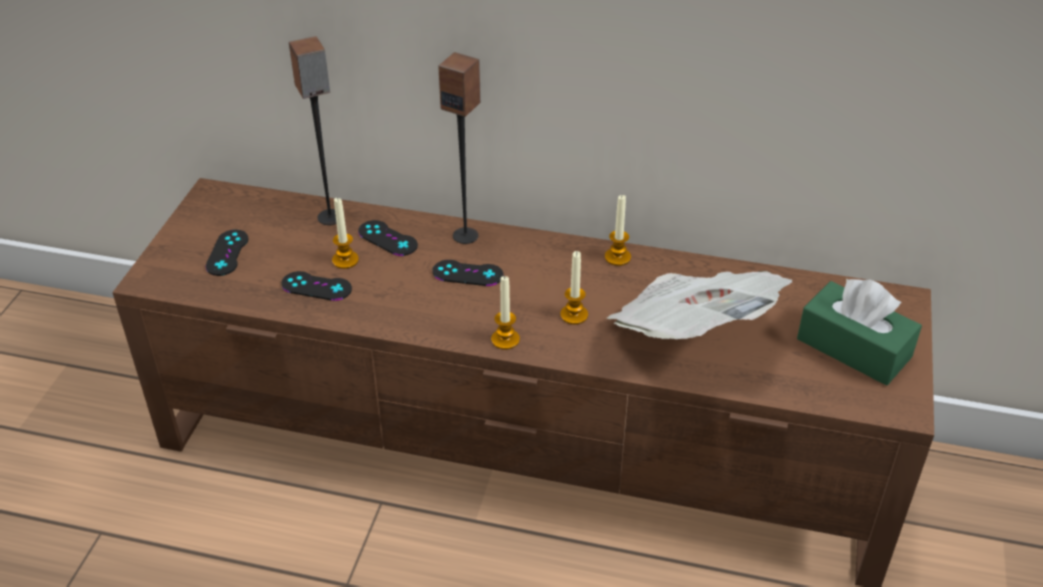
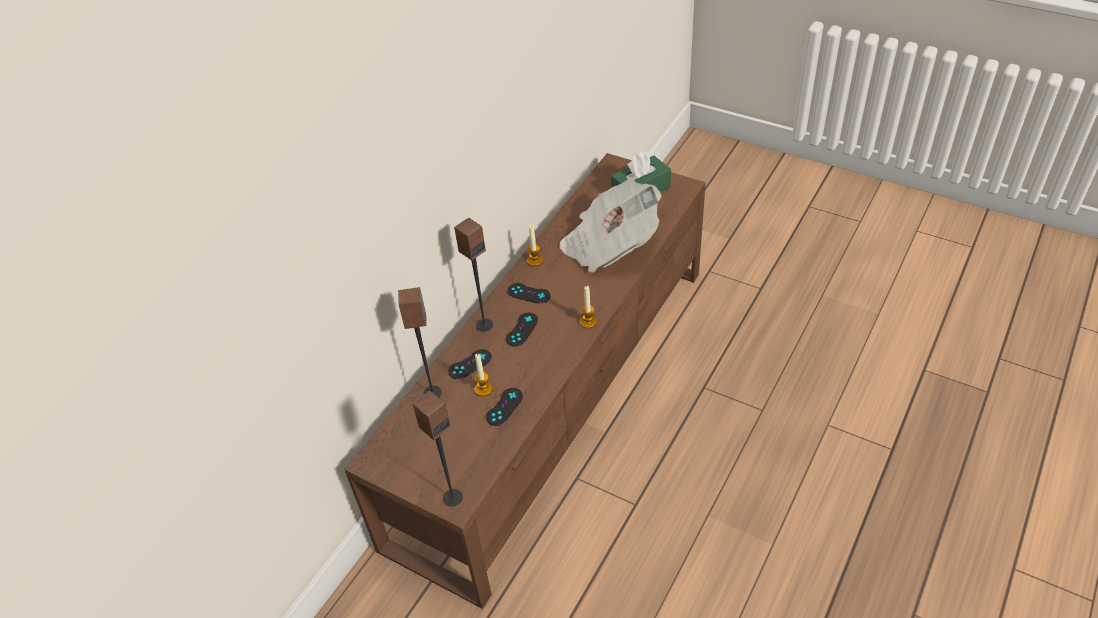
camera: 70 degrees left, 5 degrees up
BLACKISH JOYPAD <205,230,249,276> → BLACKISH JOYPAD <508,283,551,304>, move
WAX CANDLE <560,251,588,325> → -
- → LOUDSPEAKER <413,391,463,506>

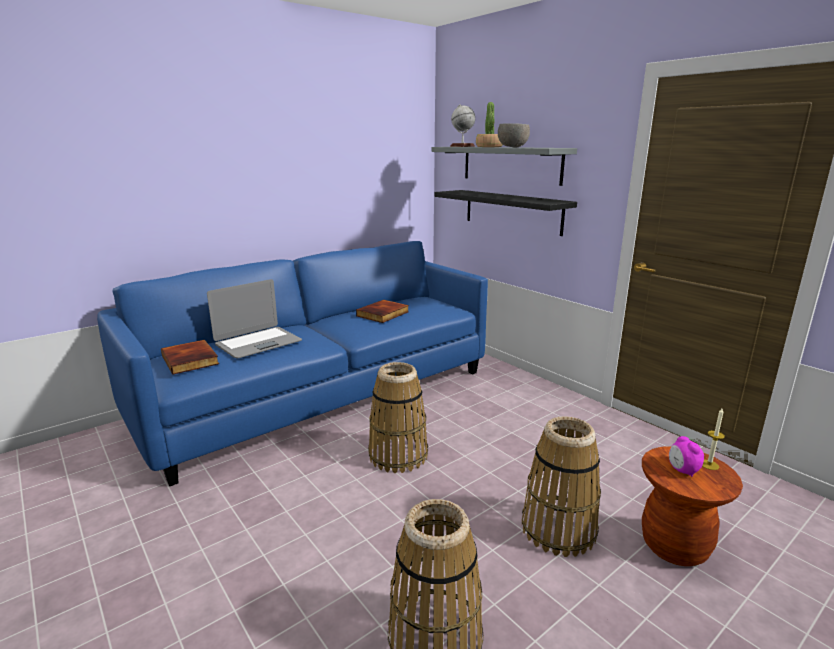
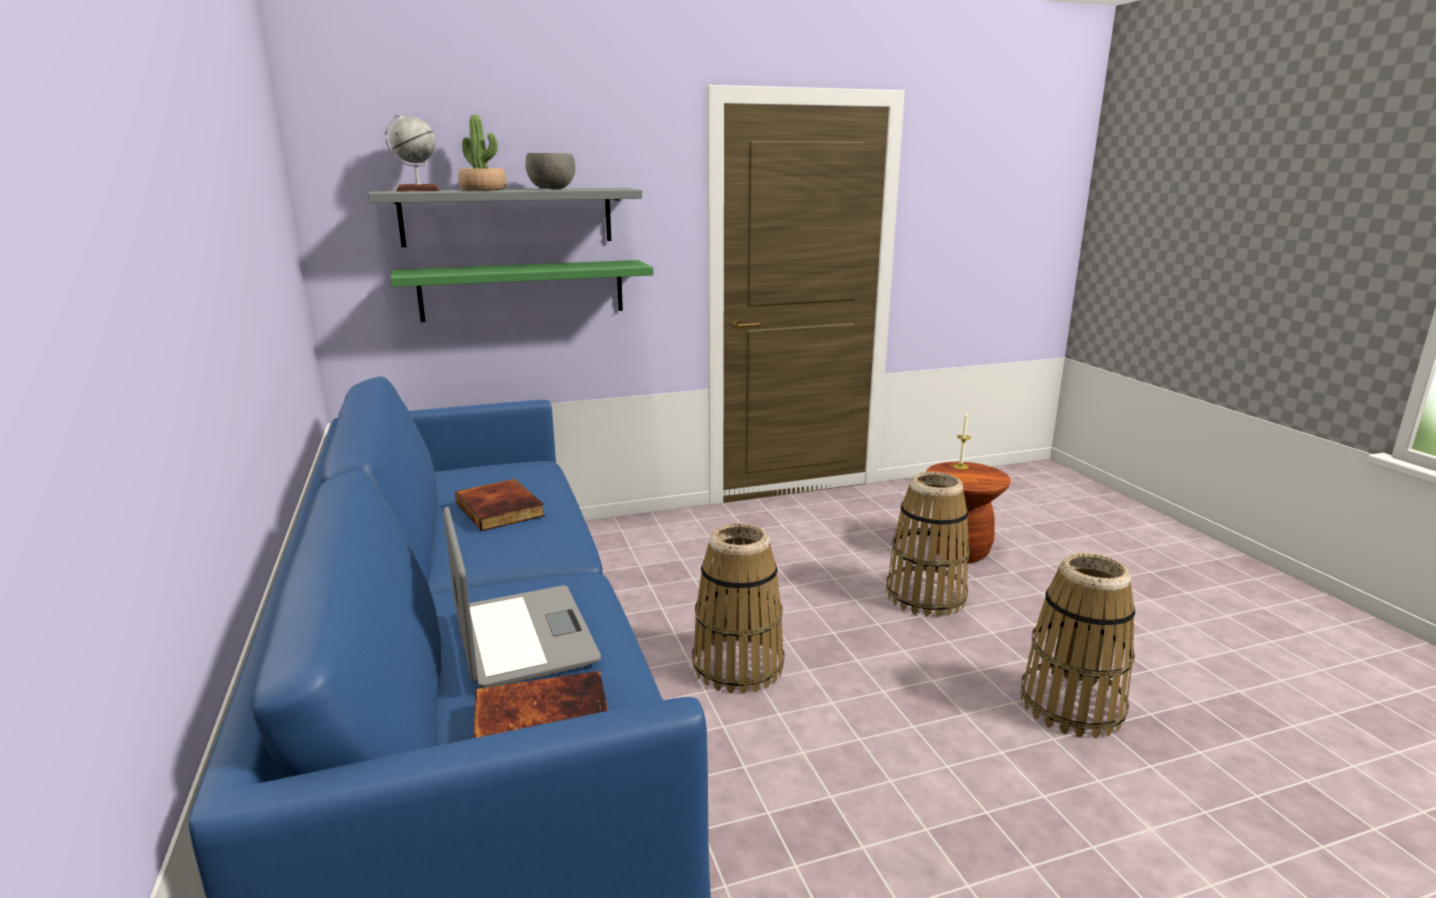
camera: 70 degrees left, 0 degrees up
BLACKISH SHELF <435,190,577,236> → GREENISH SHELF <390,260,653,322>
TABLE CLOCK <669,436,704,477> → -

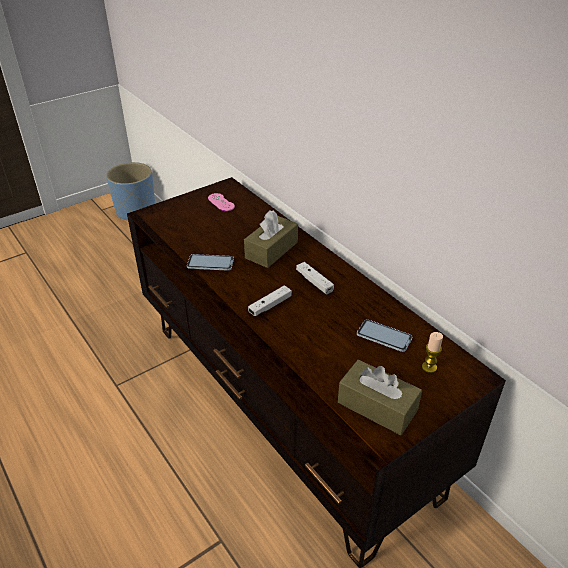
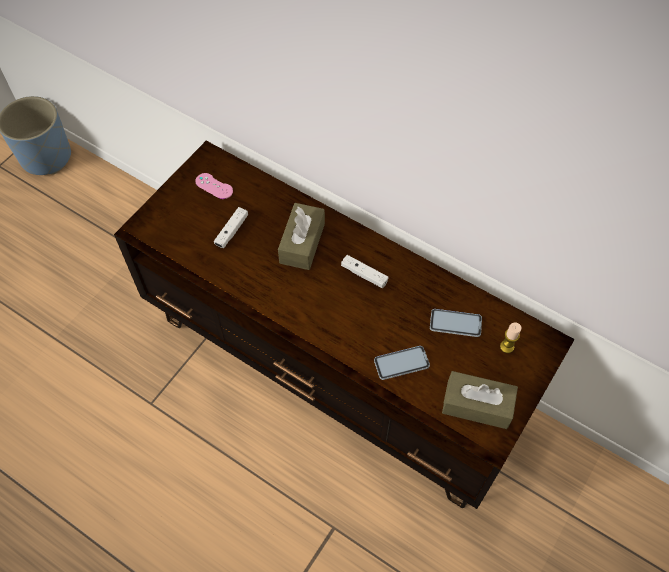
camera: 20 degrees left, 20 degrees up
TELEPHONE <187,254,234,271> → TELEPHONE <374,346,430,380>, move
WHITISH JOYPAD <248,285,292,316> → WHITISH JOYPAD <214,207,248,248>, move

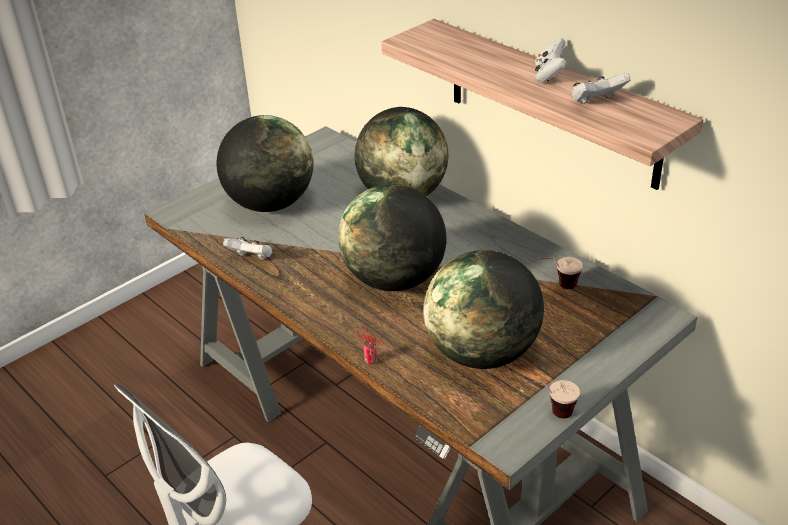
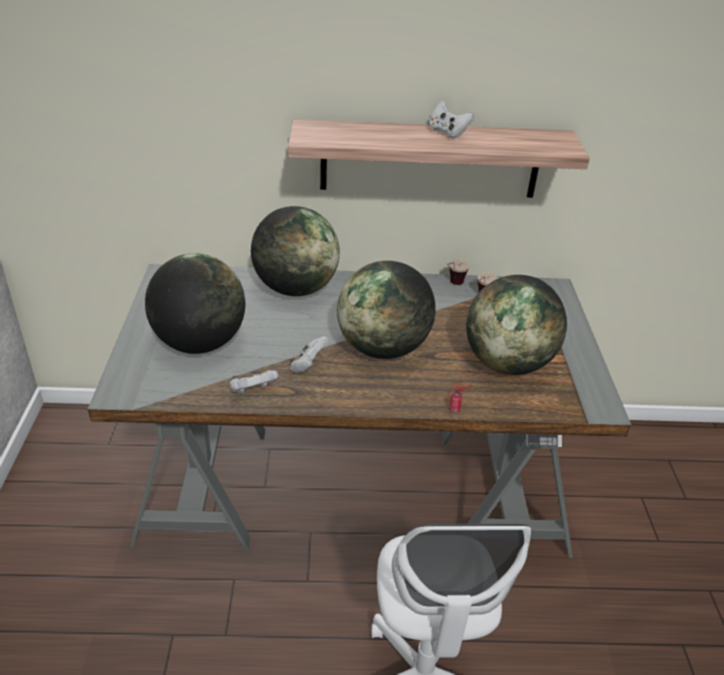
camera: 50 degrees left, 0 degrees up
SMALL CUP <526,380,580,419> → SMALL CUP <447,260,469,285>, move
WHITISH JOYPAD <572,72,630,104> → WHITISH JOYPAD <290,336,328,373>, move

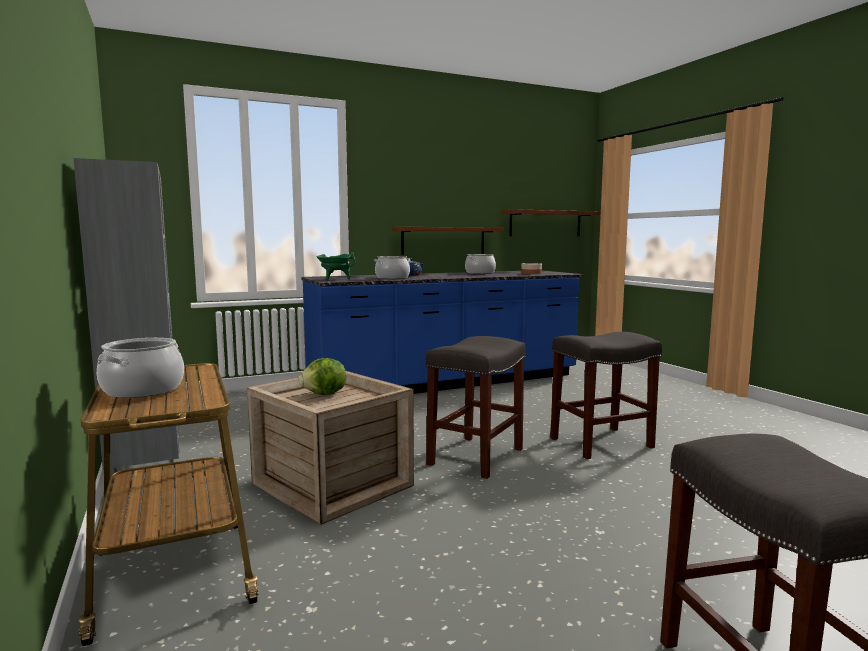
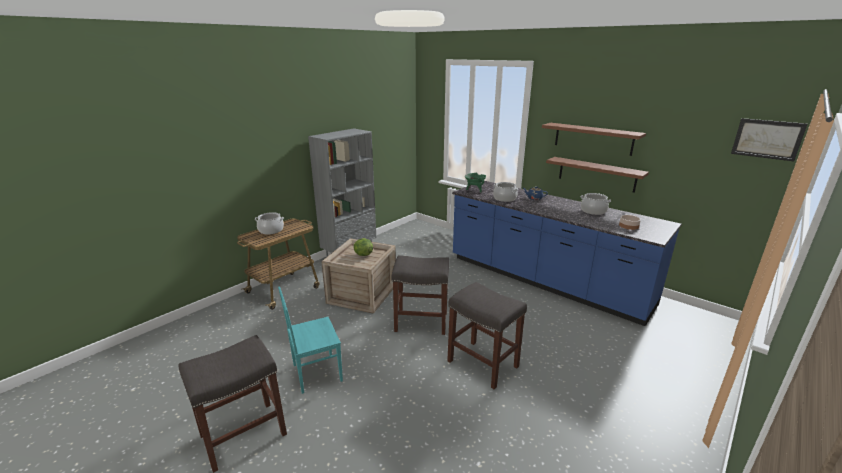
camera: 65 degrees right, 15 degrees up
BROWNISH SHELF <502,209,601,236> → BROWNISH SHELF <542,123,646,156>, move
- → TURQUOISE-COLOURED UPRIGHT CHAIR <278,286,343,394>
- → PICTURE <731,118,807,161>

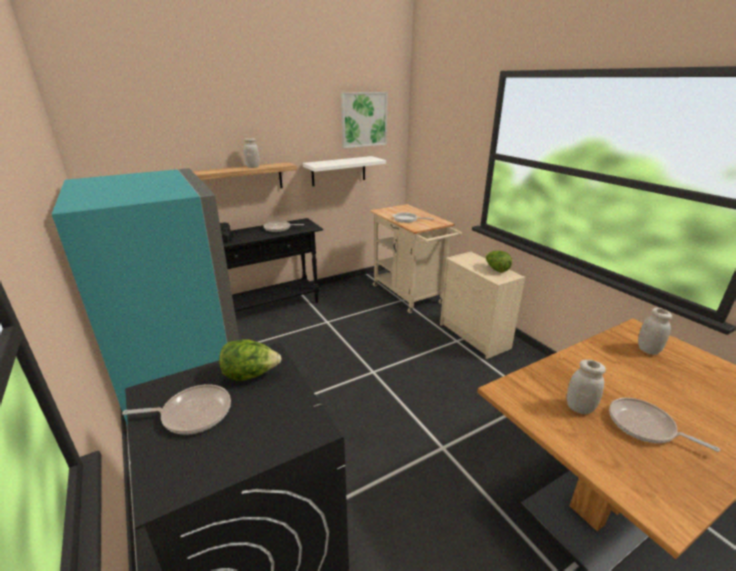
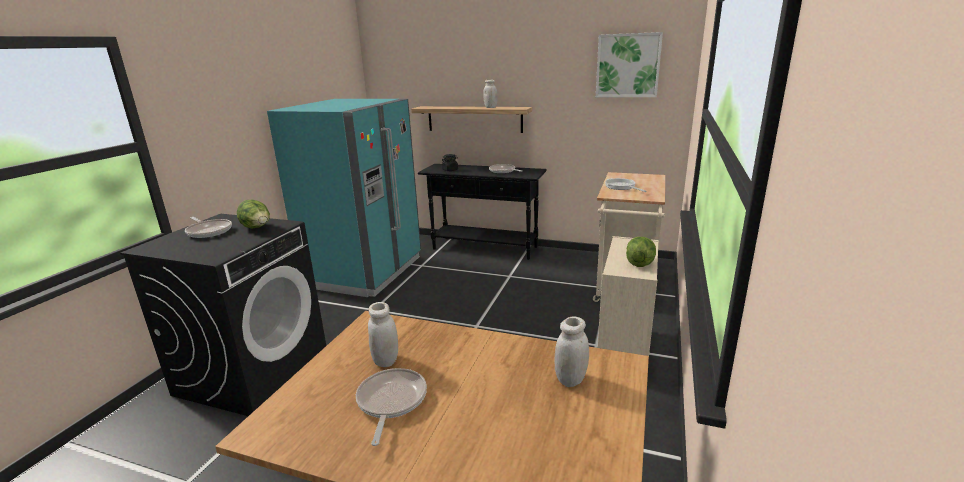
camera: 50 degrees right, 5 degrees down
WHITISH SHELF <303,156,386,186> → -

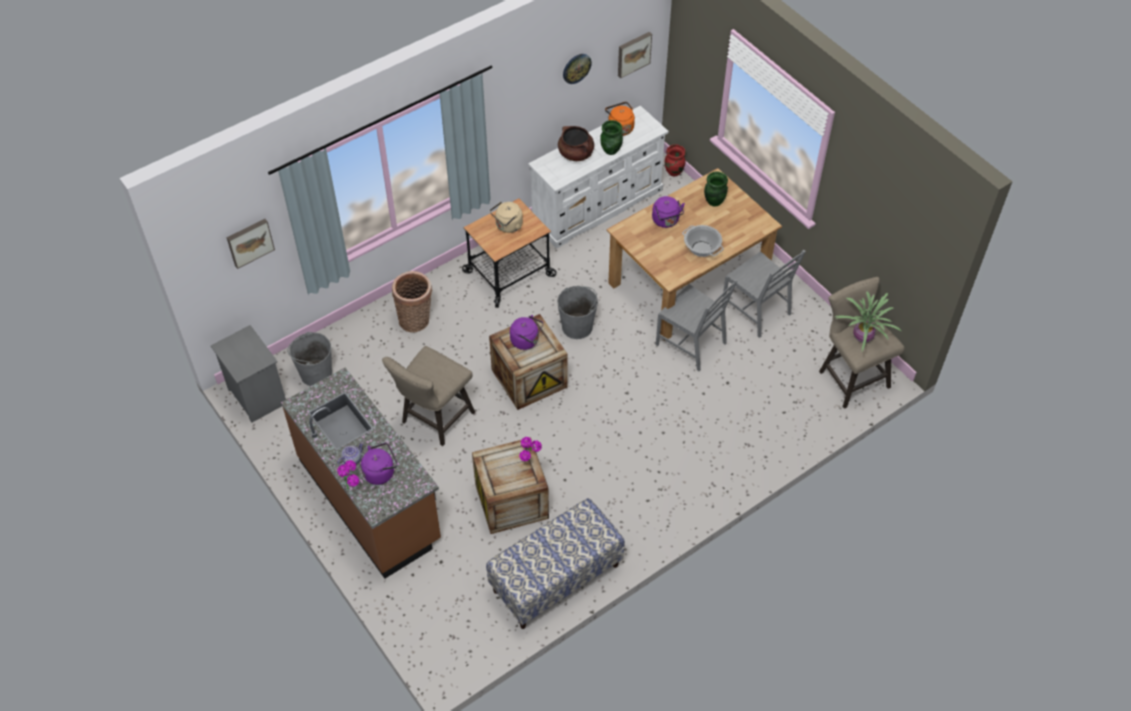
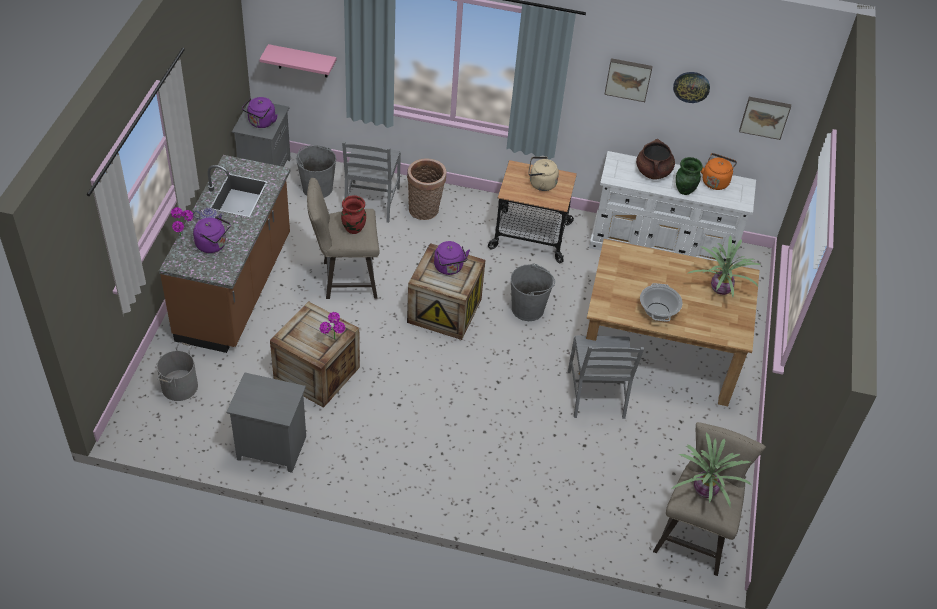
camera: 45 degrees right, 5 degrees down
PICTURE <226,219,275,269> → PICTURE <604,58,653,102>, move
LONG SEAT <486,498,625,629> → GREYISH NIGHTSTAND <226,372,306,473>
PURPLISH WATER KETTLE <652,196,685,228> → PURPLISH WATER KETTLE <242,97,277,128>, move
RED DECORATIVE VASE <665,144,686,176> → RED DECORATIVE VASE <341,196,366,234>, move
GREENISH DECORATIVE VASE <704,171,728,207> → HOUSEPLANT <687,236,761,297>
GREYISH UPRIGHT CHAIR <722,250,806,338> → GREYISH UPRIGHT CHAIR <342,141,401,223>, move
- → GREYISH WATER BUCKET <157,342,198,401>
- → PINK-COLOURED SHELF <259,44,336,77>

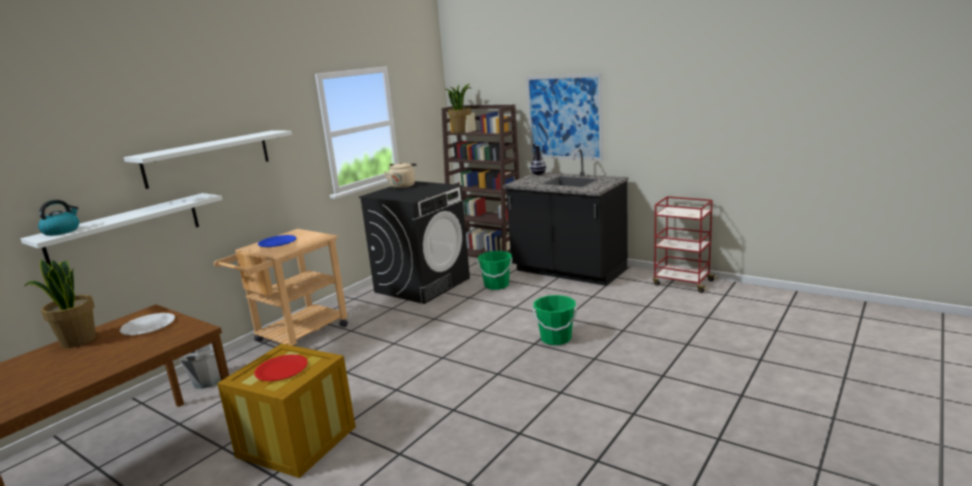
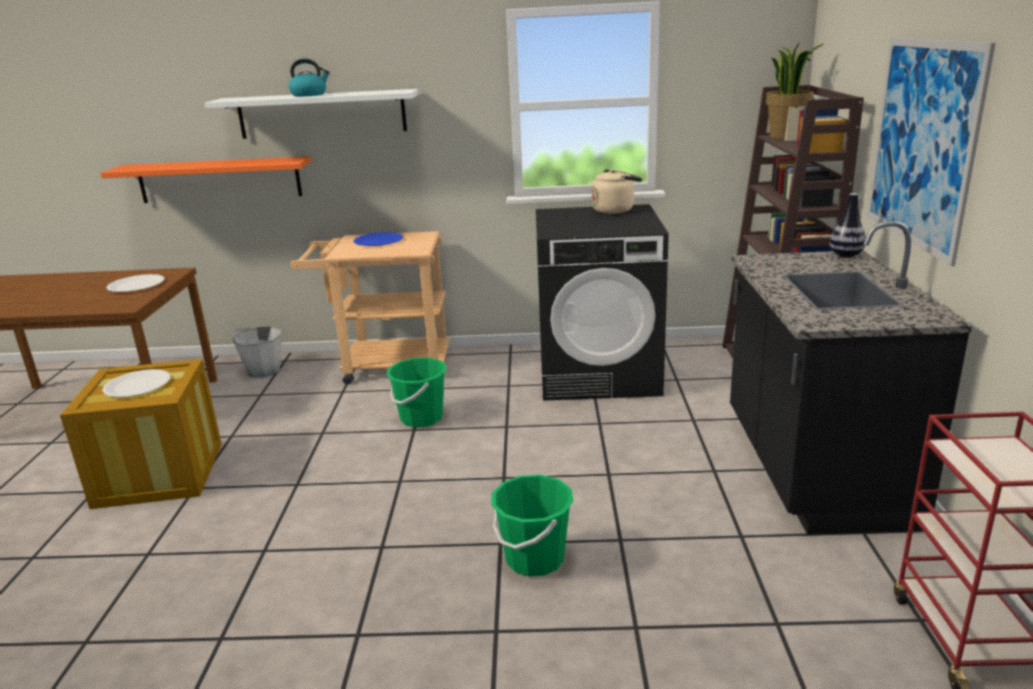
camera: 55 degrees right, 5 degrees up
WHITISH SHELF <21,193,223,267> → ORANGE-COLOURED SHELF <100,156,311,203>
HOUSEPLANT <24,259,96,348> → -
WATER KETTLE <38,200,79,236> → WATER KETTLE <289,59,330,97>, move
RED FLAT DISH <254,354,308,381> → WHITISH FLAT DISH <102,369,171,398>
GREENISH WATER BUCKET <477,251,512,290> → GREENISH WATER BUCKET <386,358,447,427>, move

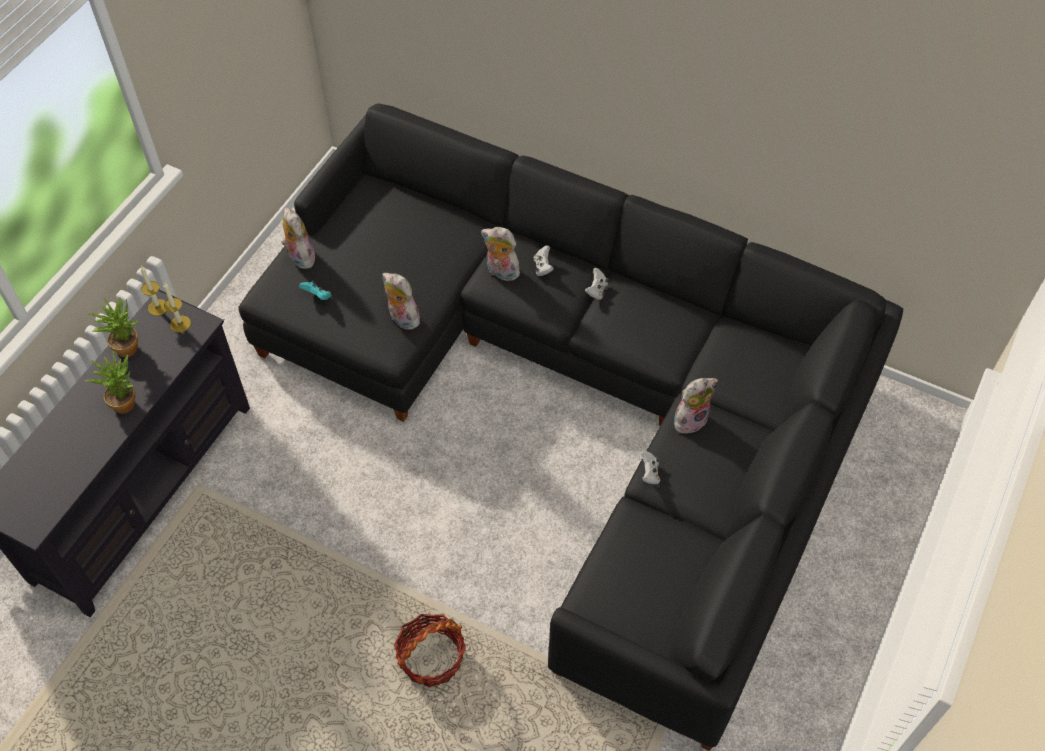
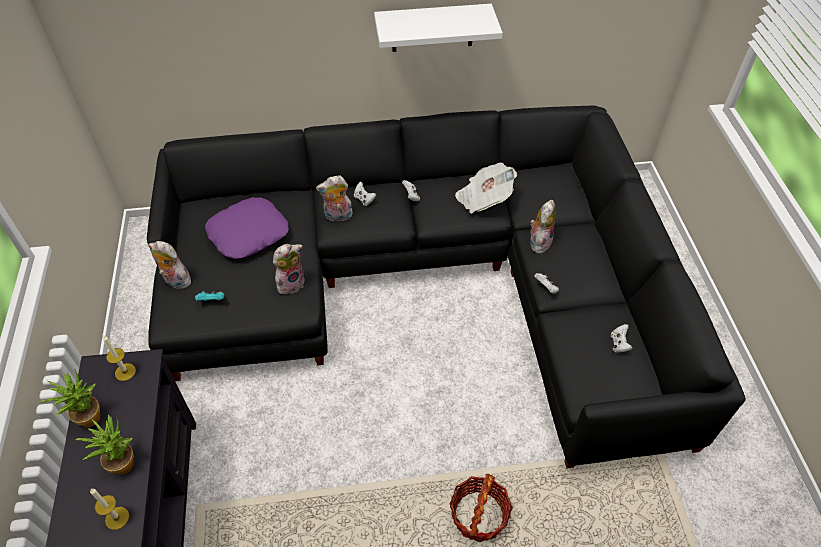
camera: 35 degrees left, 5 degrees down
WAX CANDLE <140,266,166,316> → WAX CANDLE <90,489,129,530>, move
PLUSH TOY <383,273,420,330> → PLUSH TOY <273,244,305,294>, 135 degrees clockwise
- → PURPLISH THROW PILLOW <205,197,289,259>
- → WHITISH SHELF <374,4,503,52>
- → DAILY PAPER <455,163,517,214>
- → WHITISH JOYPAD <611,324,633,353>

